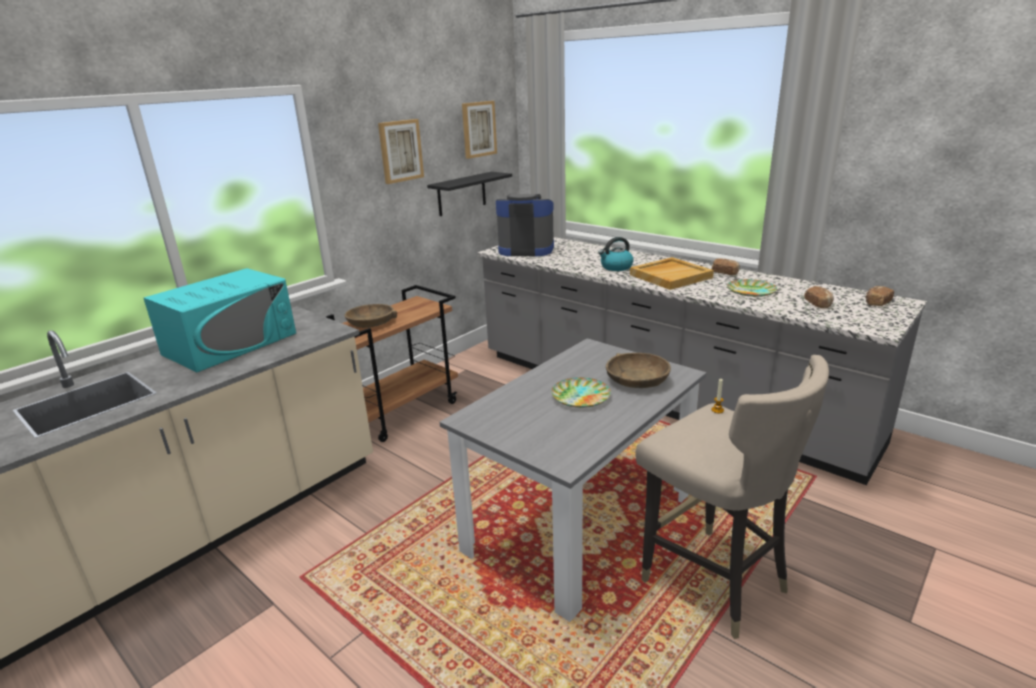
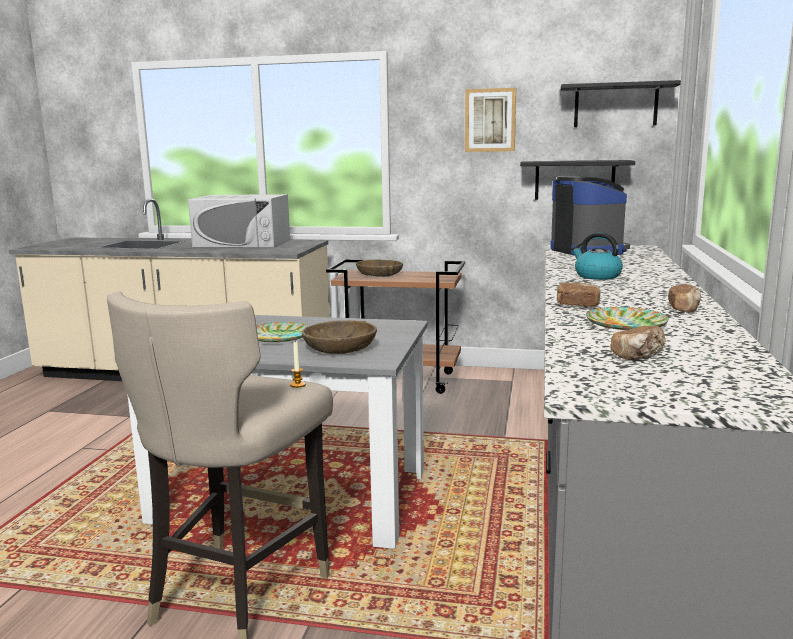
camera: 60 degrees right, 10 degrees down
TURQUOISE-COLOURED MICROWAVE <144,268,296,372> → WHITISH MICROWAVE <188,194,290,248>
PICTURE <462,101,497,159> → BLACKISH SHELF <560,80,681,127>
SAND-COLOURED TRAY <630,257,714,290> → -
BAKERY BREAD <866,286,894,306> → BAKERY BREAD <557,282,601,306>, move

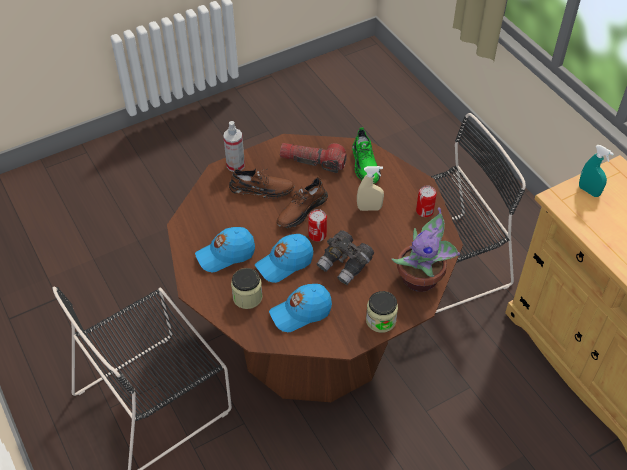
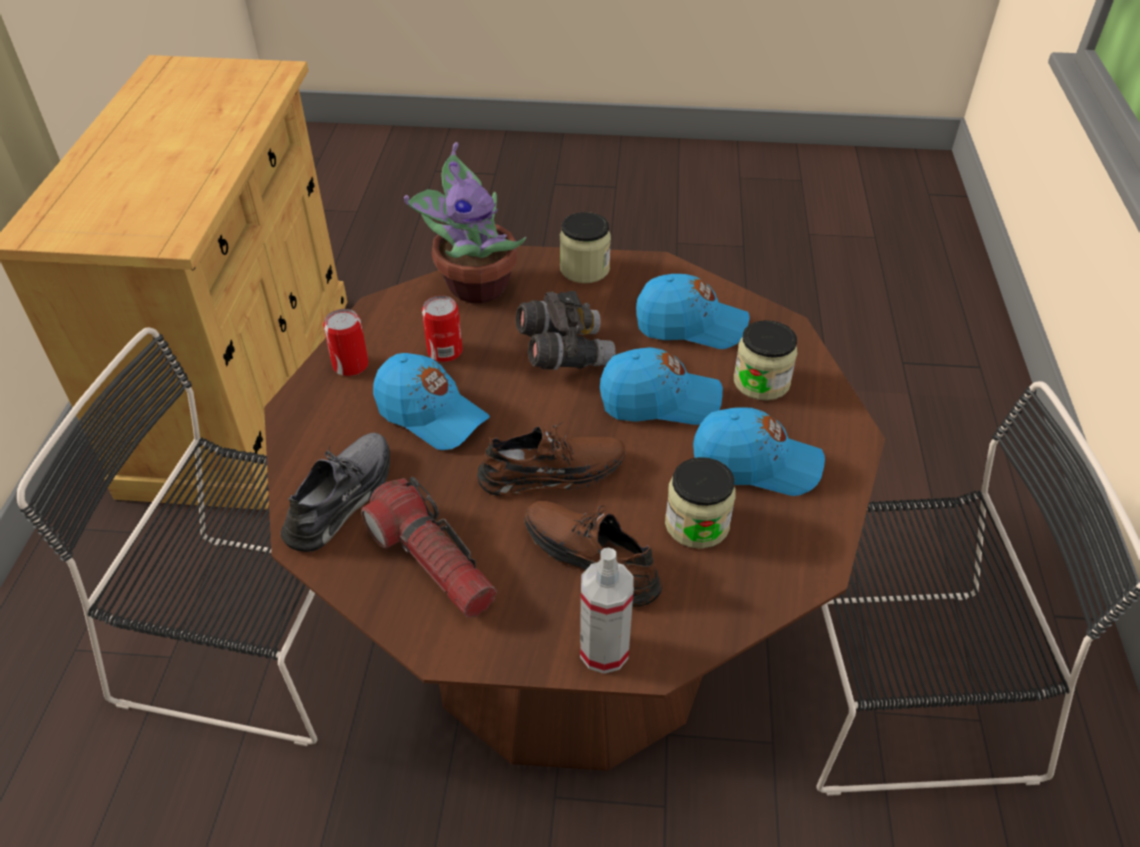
camera: 145 degrees left, 5 degrees down
METAL CAN <308,209,327,241> → METAL CAN <422,296,463,362>, move
GREENISH ITEM OF FOOTWEAR <352,128,381,183> → GREYISH ITEM OF FOOTWEAR <281,433,390,552>
SAND-COLOURED HAND SPRAYER <357,166,384,211> → BLUE BASEBALL CAP <373,353,490,450>
TURQUOISE-COLOURED HAND SPRAYER <579,145,614,197> → -
- → JAR <665,457,736,549>

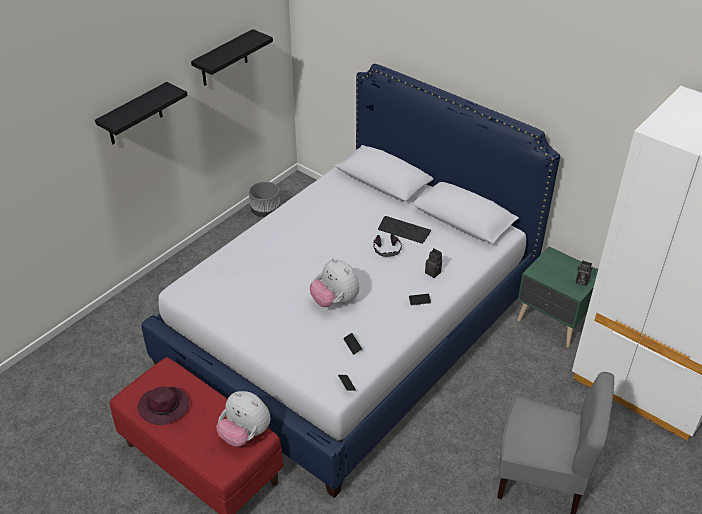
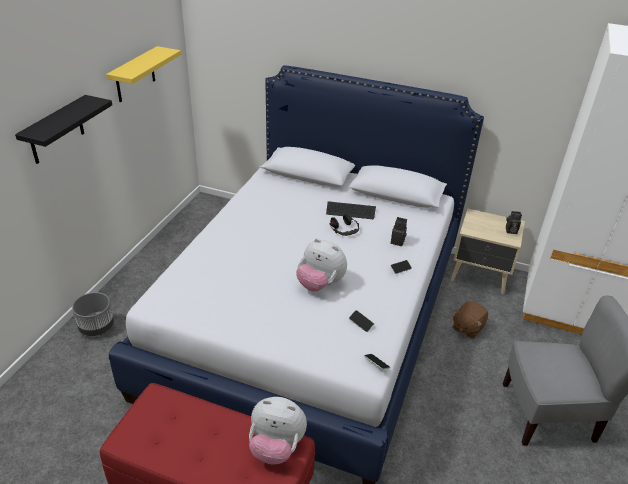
camera: 20 degrees left, 5 degrees down
PURPLISH HAT <138,387,189,425> → -
BLACKISH SHELF <191,29,273,86> → YELLOW-COLOURED SHELF <106,46,181,102>
GREYISH PLANT POT <249,181,280,218> → GREYISH PLANT POT <72,292,114,336>, move
GREENISH NIGHTSTAND <517,246,598,347> → SAND-COLOURED NIGHTSTAND <451,208,525,294>
- → BROWNISH PLUSH TOY <453,301,488,339>

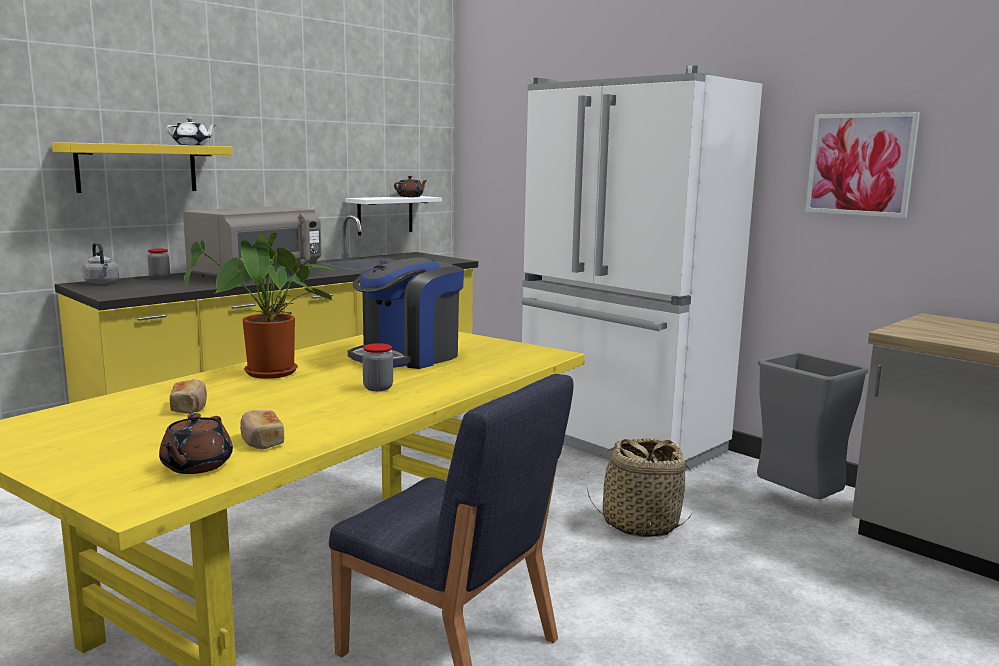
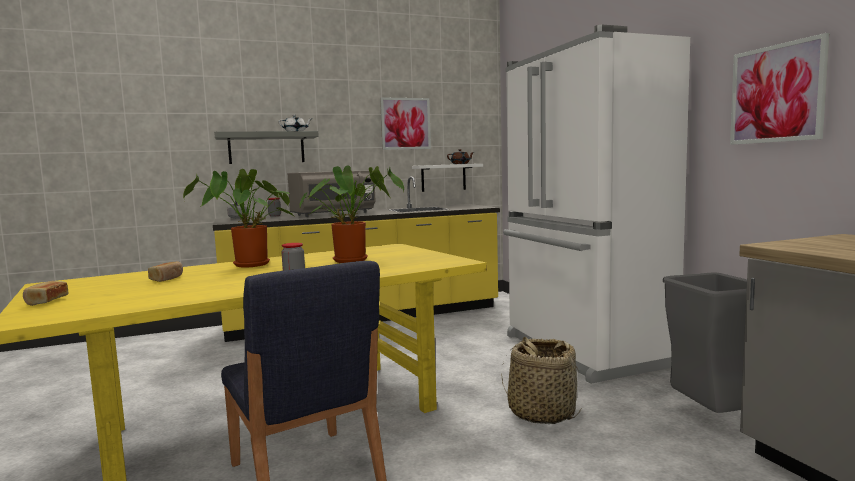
camera: 25 degrees right, 5 degrees down
YELLOW-COLOURED SHELF <52,143,232,193> → GREYISH SHELF <214,131,319,164>
BROWNISH TEA POT <159,413,233,474> → -
BAKERY BREAD <240,410,284,449> → BAKERY BREAD <23,281,68,306>, move
COFFEE BREWER <348,257,464,369> → HOUSEPLANT <299,165,404,263>
- → PICTURE <380,97,431,150>

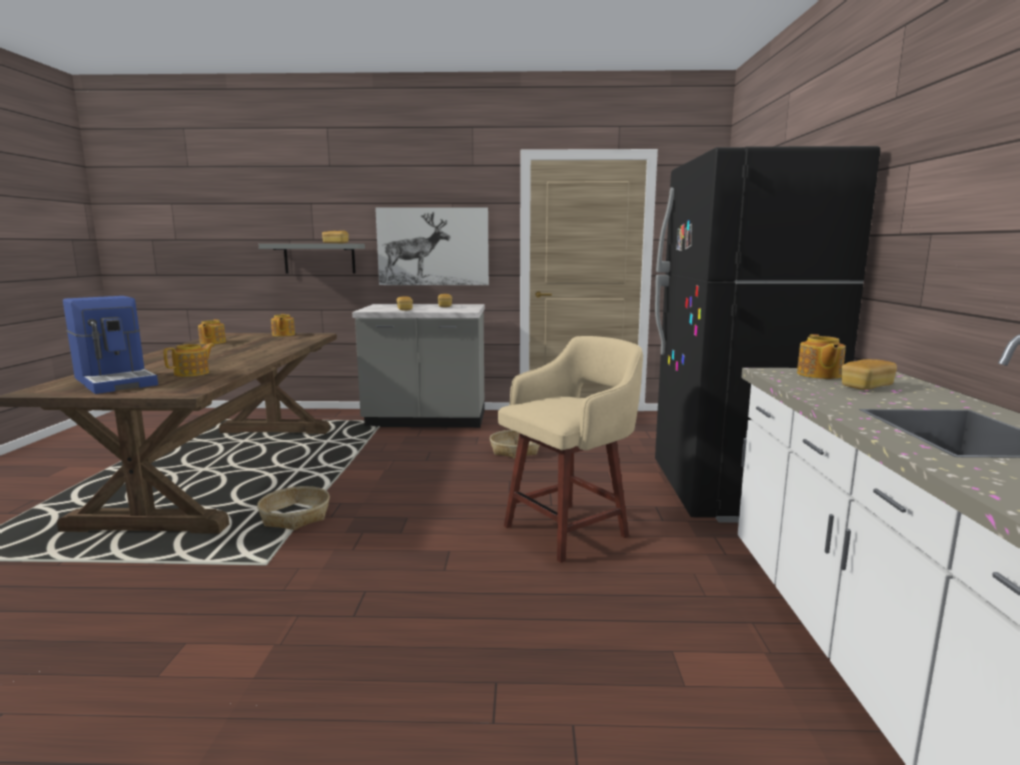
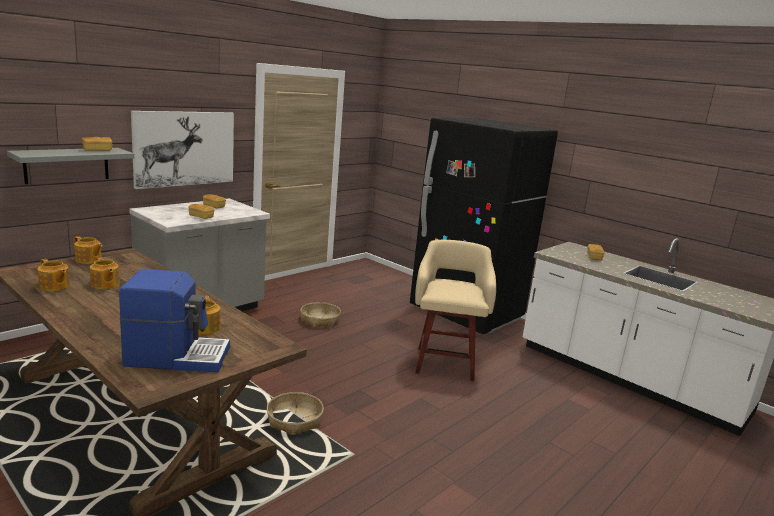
camera: 50 degrees left, 5 degrees up
TEA POT <797,334,846,379> → TEA POT <90,257,120,289>, move

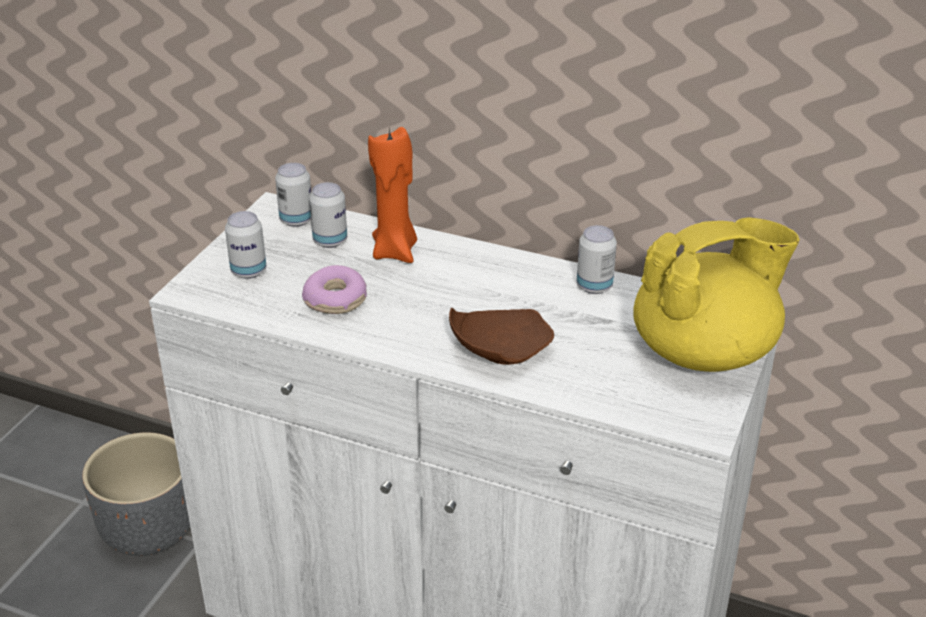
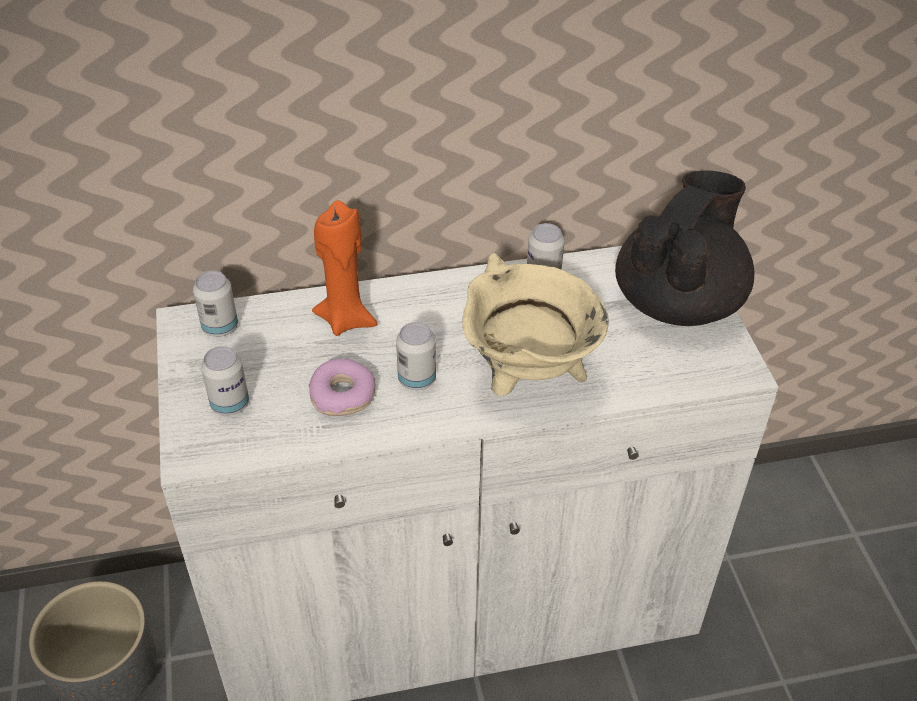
camera: 35 degrees left, 10 degrees up
METAL CAN <309,182,347,248> → METAL CAN <396,322,436,390>, move
BROWNISH FLAT DISH <449,308,554,365> → SAND-COLOURED SAUCEPOT <462,253,608,396>
YELLOW-COLOURED TEA POT <633,217,800,372> → BLACKISH TEA POT <615,170,755,326>

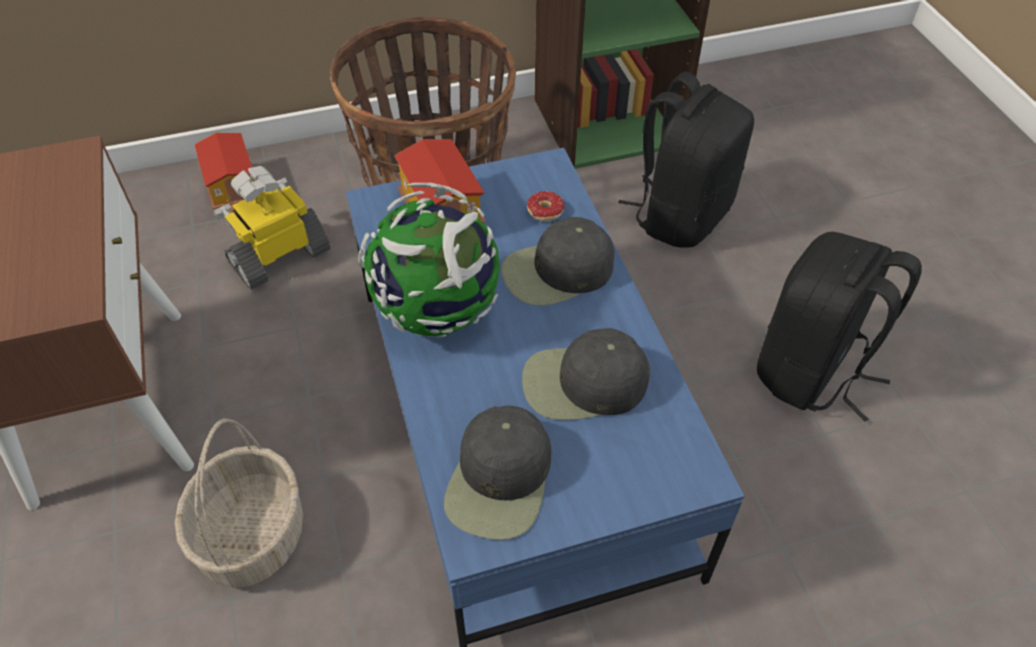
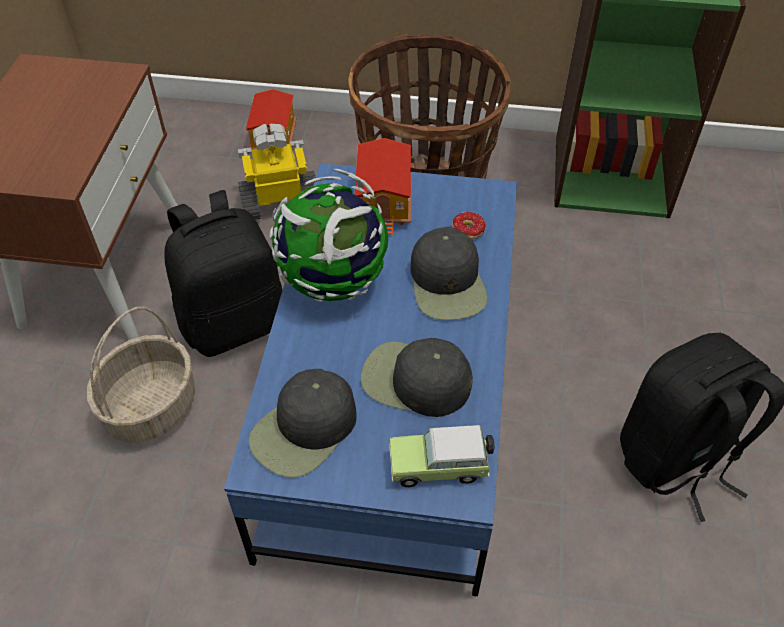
camera: 25 degrees right, 0 degrees up
BLACKISH BASEBALL CAP <501,217,615,306> → BLACKISH BASEBALL CAP <410,227,488,320>, 105 degrees counterclockwise
BLACKISH KNAPSACK <618,72,754,248> → BLACKISH KNAPSACK <164,190,282,357>, move
- → MINIATURE CAR <389,425,494,487>

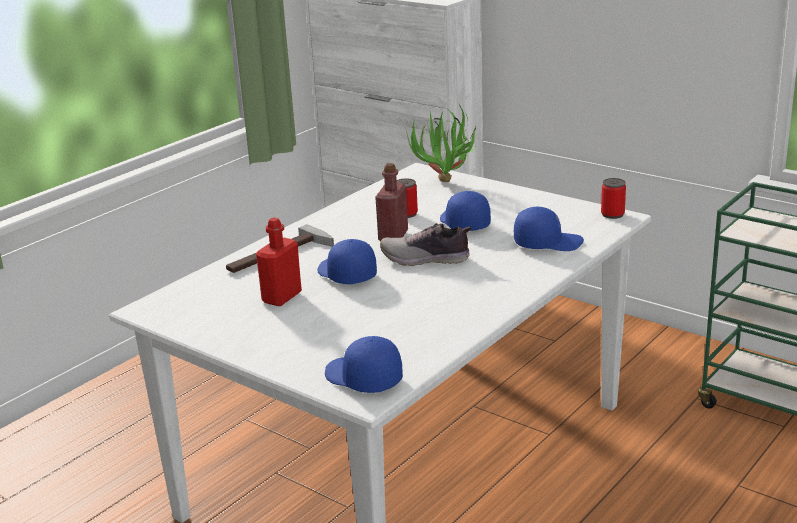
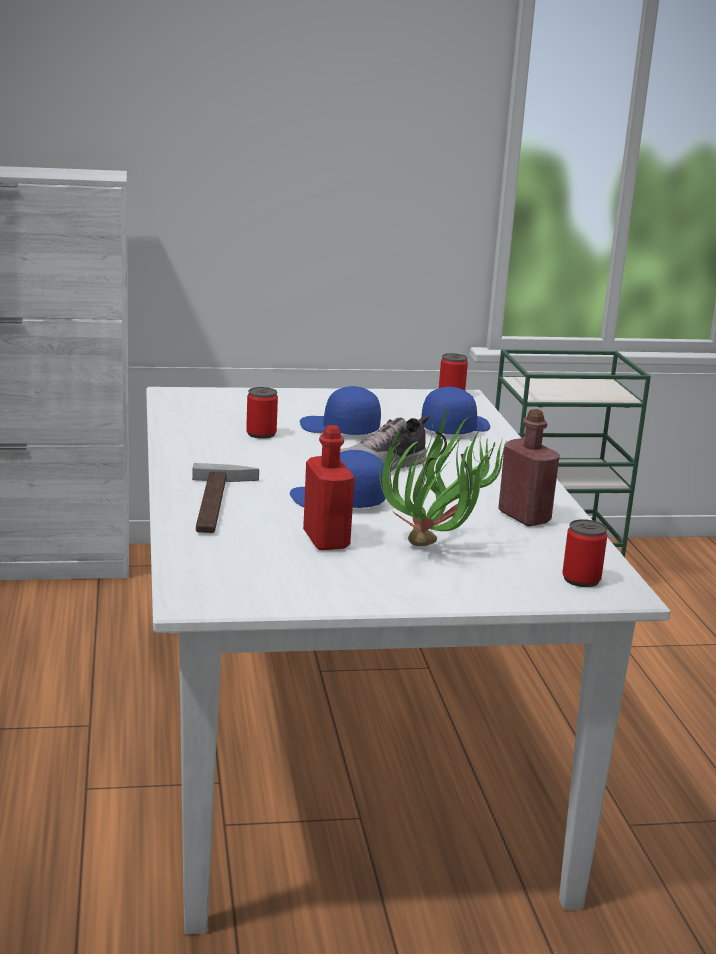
camera: 50 degrees left, 5 degrees down
BLUE BASEBALL CAP <325,336,403,393> → METAL CAN <562,519,607,587>
RED BEVERAGE BOTTLE <375,163,408,241> → RED BEVERAGE BOTTLE <498,409,560,526>, move
HOUSEPLANT <406,105,479,182> → HOUSEPLANT <379,407,506,546>, move

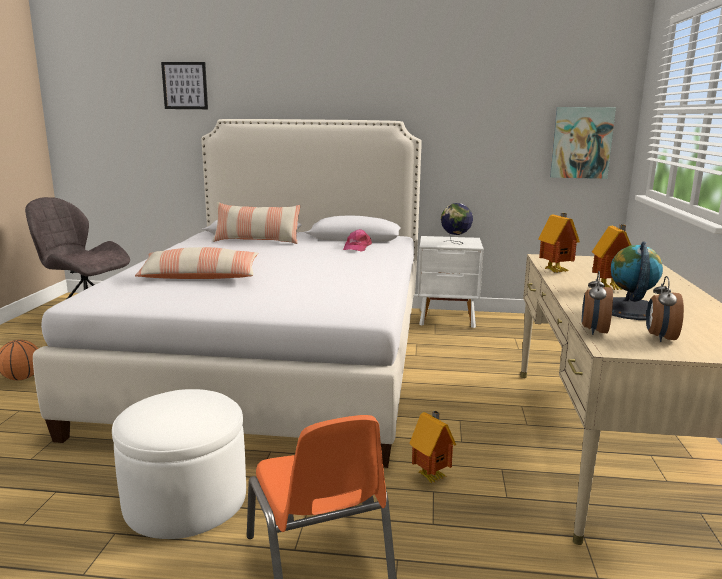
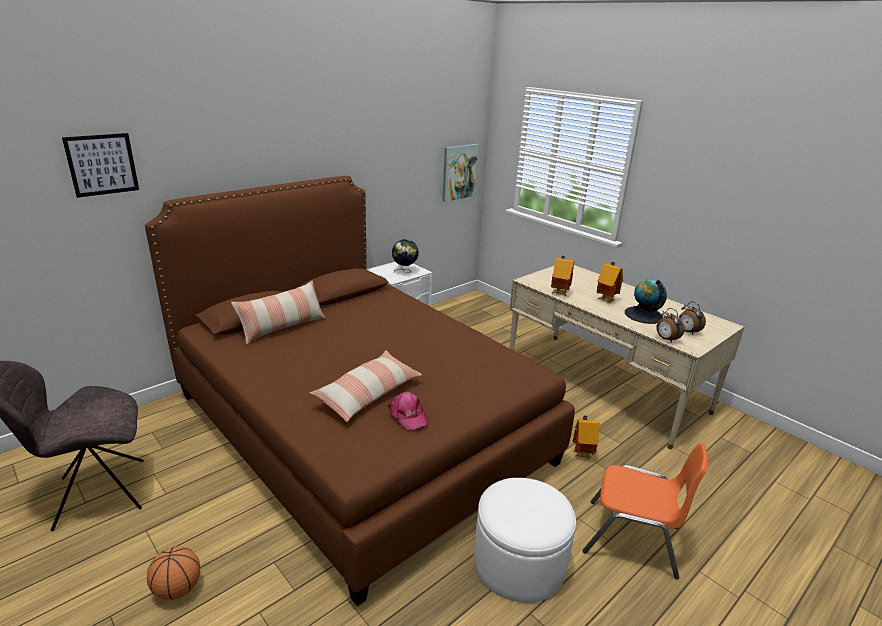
camera: 50 degrees left, 10 degrees up
WHITISH BEDROOM BED <33,119,422,468> → BROWNISH BEDROOM BED <145,176,575,606>
PINK-COLOURED BASEBALL CAP <343,229,372,252> → PINK-COLOURED BASEBALL CAP <388,392,429,430>, move

